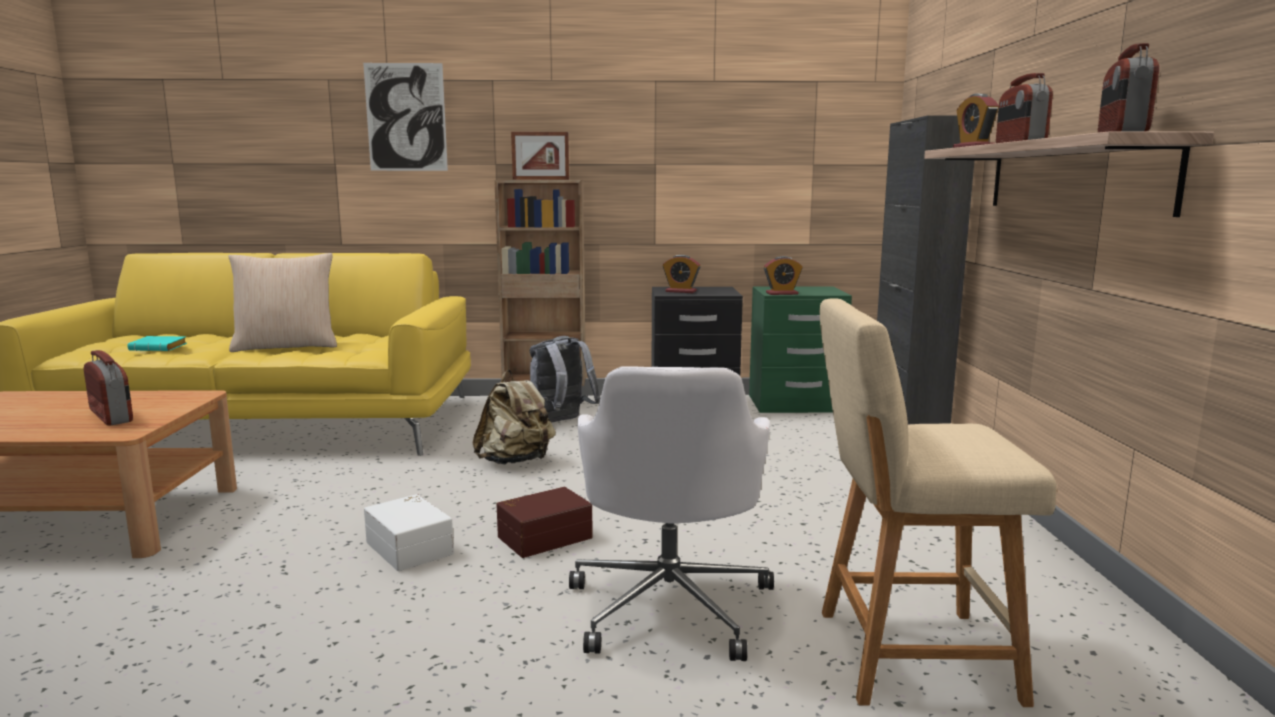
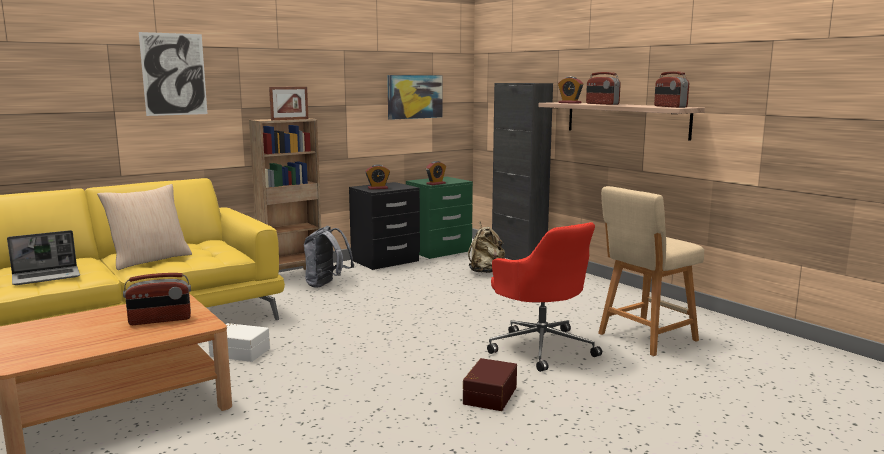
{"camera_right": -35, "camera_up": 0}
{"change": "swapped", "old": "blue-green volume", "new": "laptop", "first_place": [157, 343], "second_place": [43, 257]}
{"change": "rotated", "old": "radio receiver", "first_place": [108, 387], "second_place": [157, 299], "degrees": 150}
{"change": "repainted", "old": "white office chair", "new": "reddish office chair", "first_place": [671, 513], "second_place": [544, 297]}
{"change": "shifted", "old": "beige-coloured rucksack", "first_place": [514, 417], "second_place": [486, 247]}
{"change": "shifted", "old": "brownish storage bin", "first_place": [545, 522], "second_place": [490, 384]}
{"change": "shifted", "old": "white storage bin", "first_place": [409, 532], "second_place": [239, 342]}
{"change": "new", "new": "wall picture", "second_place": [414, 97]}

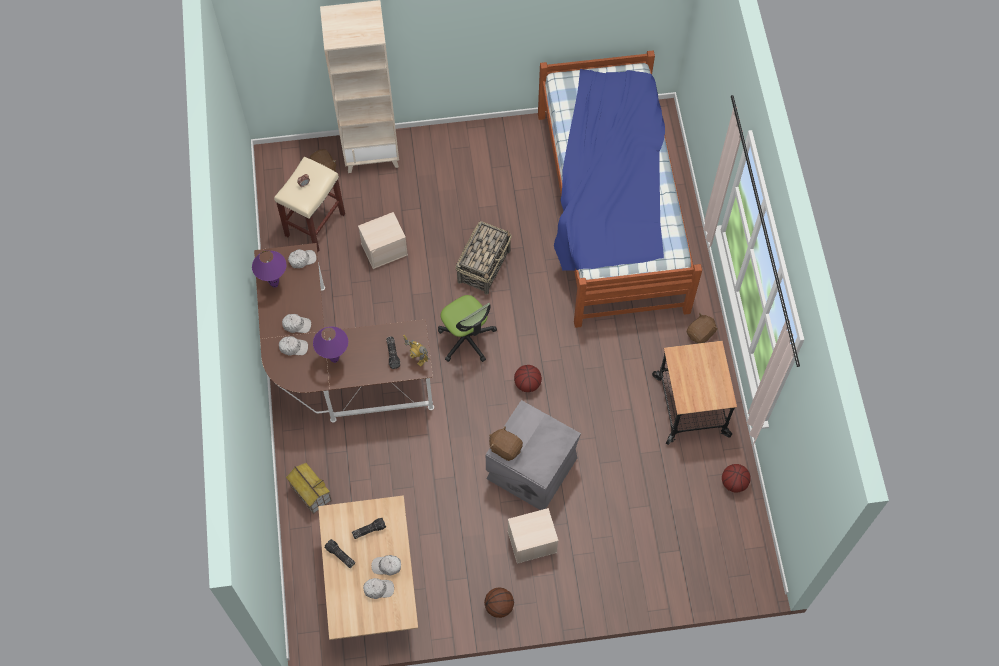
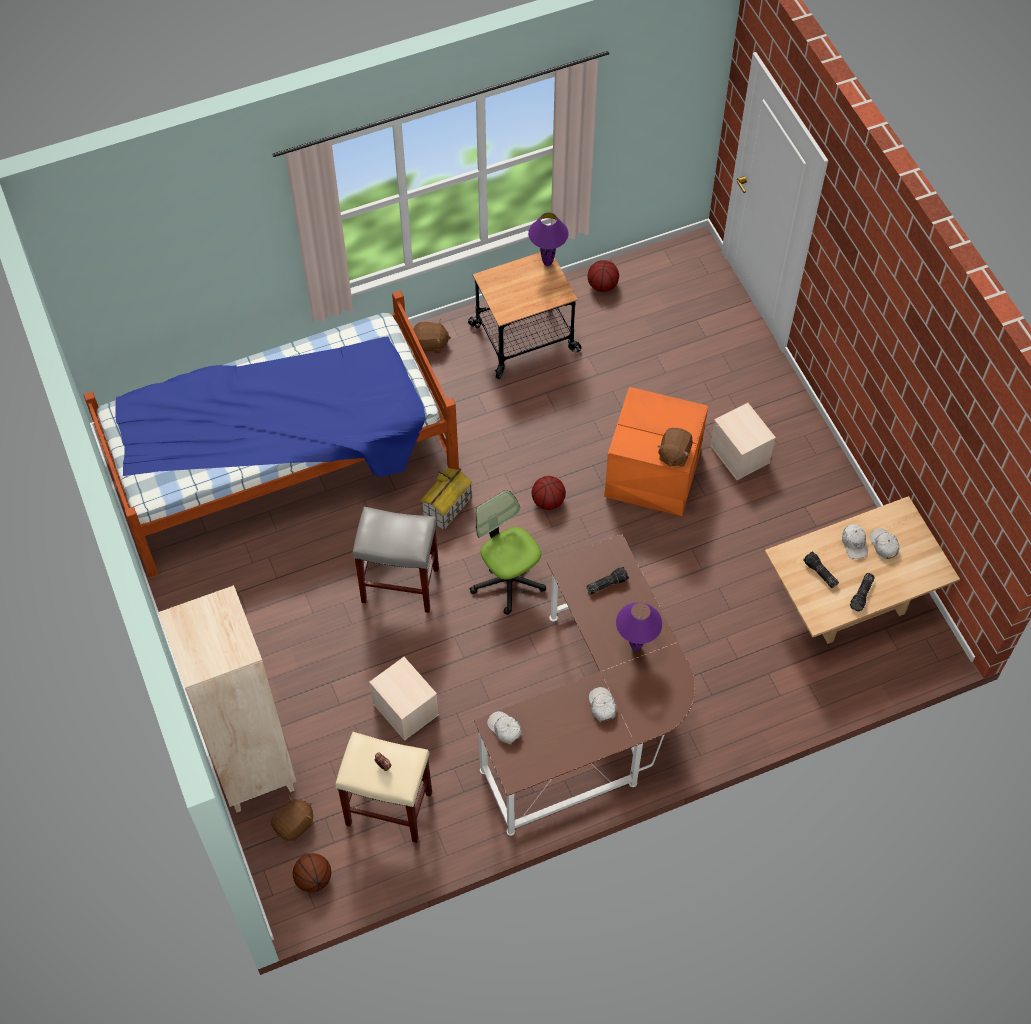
{"camera_right": -105, "camera_up": -5}
{"change": "swapped", "old": "basket", "new": "grey stool", "first_place": [484, 258], "second_place": [395, 560]}
{"change": "shifted", "old": "purple-coloured tabletop lamp", "first_place": [269, 269], "second_place": [548, 239]}
{"change": "rotated", "old": "office chair", "first_place": [467, 328], "second_place": [508, 552], "degrees": -75}
{"change": "rotated", "old": "brownish soft toy", "first_place": [702, 328], "second_place": [432, 336], "degrees": 150}
{"change": "gone", "old": "robot figure", "first_place": [416, 351]}
{"change": "gone", "old": "white peaked cap", "first_place": [293, 346]}
{"change": "repainted", "old": "grey storage bin", "new": "orangey storage bin", "first_place": [533, 455], "second_place": [656, 451]}
{"change": "shifted", "old": "toy house", "first_place": [309, 488], "second_place": [446, 499]}
{"change": "shifted", "old": "basketball ball", "first_place": [499, 603], "second_place": [312, 873]}

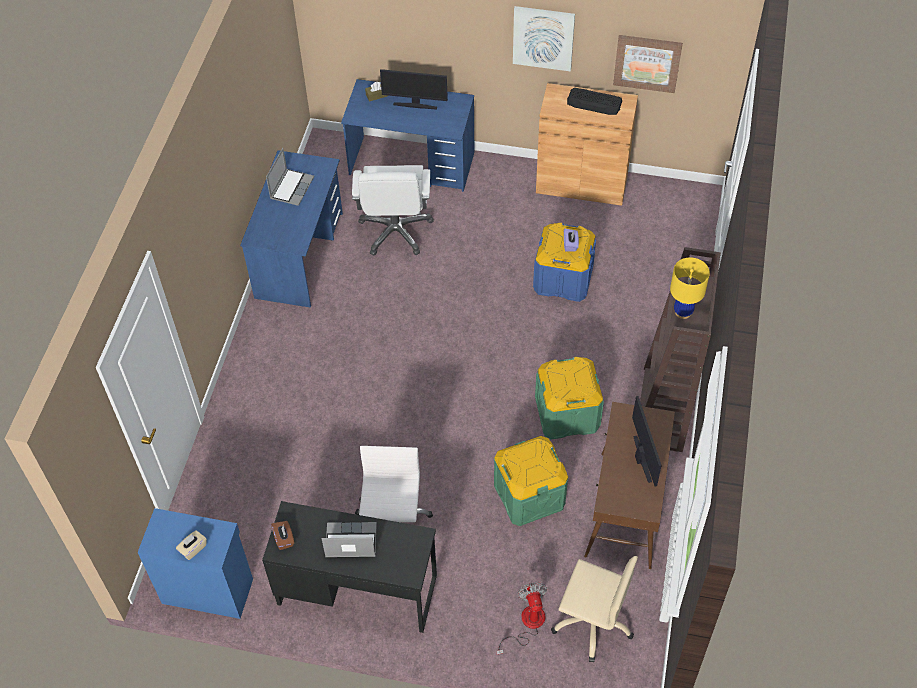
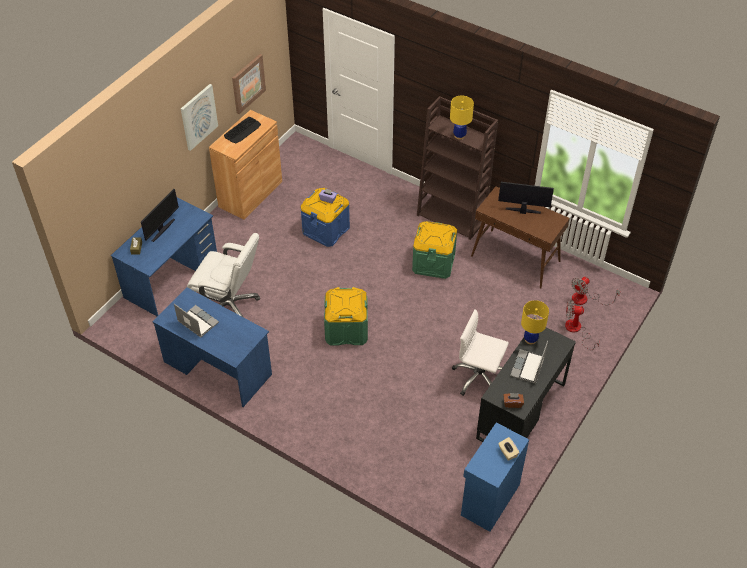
{"camera_right": -70, "camera_up": -5}
{"change": "shifted", "old": "greenish storage bin", "first_place": [531, 481], "second_place": [346, 316]}
{"change": "swapped", "old": "beige-coloured office chair", "new": "electric fan", "first_place": [594, 609], "second_place": [595, 291]}
{"change": "new", "new": "yellowish tabletop lamp", "second_place": [535, 322]}

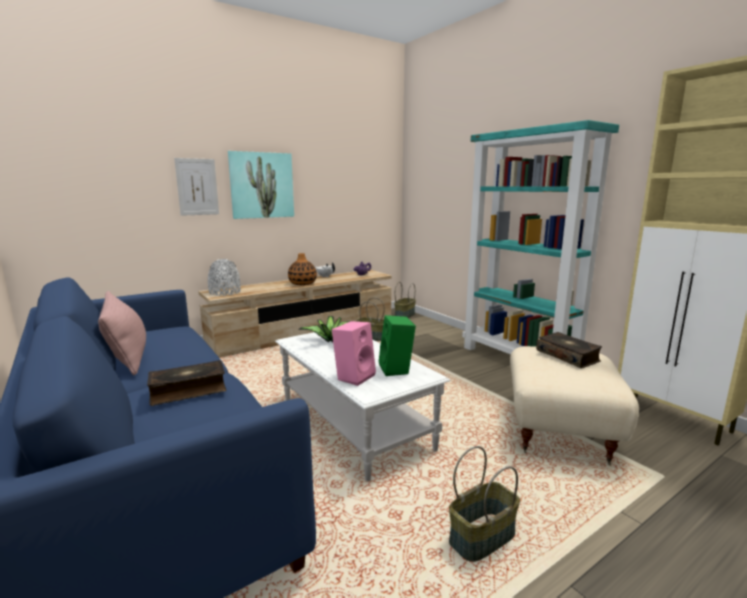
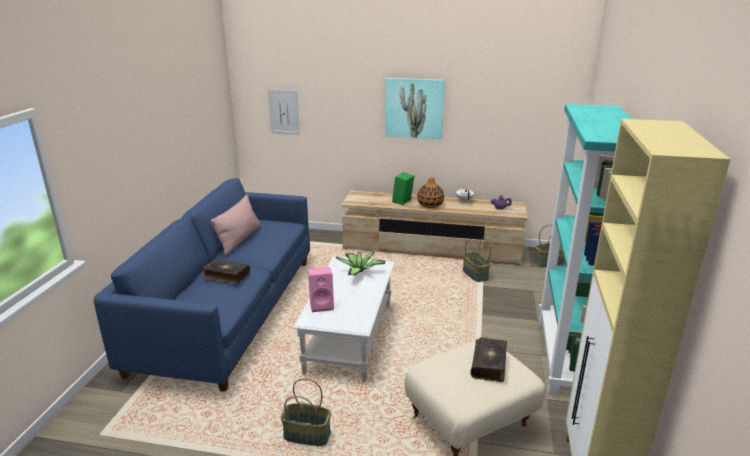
{"camera_right": 45, "camera_up": 10}
{"change": "shifted", "old": "wall picture", "first_place": [196, 187], "second_place": [284, 112]}
{"change": "gone", "old": "grey flower vase", "first_place": [224, 277]}
{"change": "shifted", "old": "greenish speaker", "first_place": [397, 345], "second_place": [403, 188]}

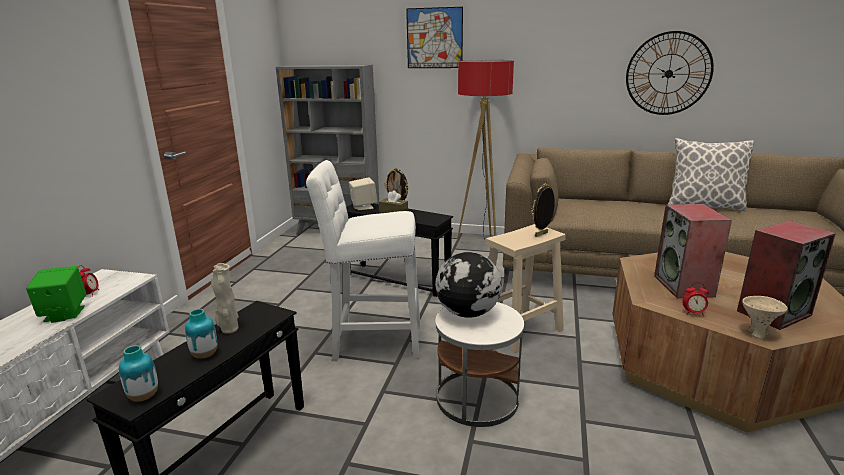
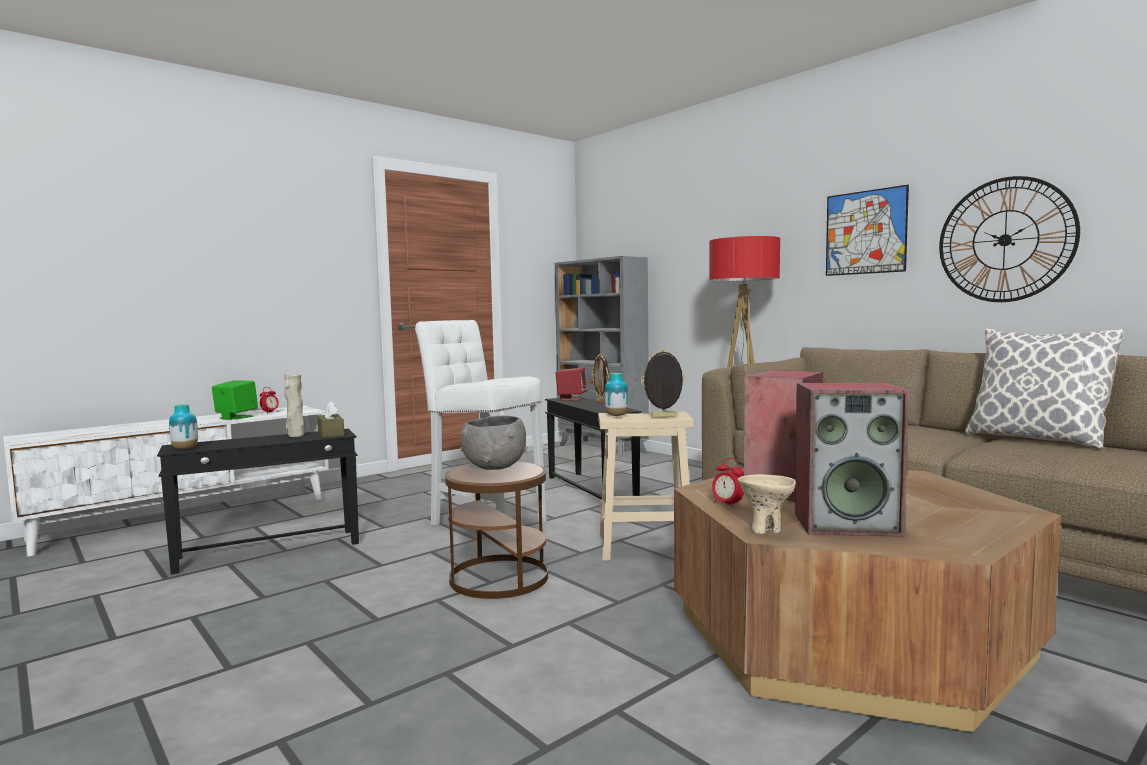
{"camera_right": 35, "camera_up": -15}
{"change": "shifted", "old": "wall picture", "first_place": [434, 37], "second_place": [867, 230]}
{"change": "repainted", "old": "beige-coloured speaker", "new": "reddish speaker", "first_place": [363, 194], "second_place": [572, 384]}
{"change": "shifted", "old": "brownish tissue box", "first_place": [393, 201], "second_place": [330, 419]}
{"change": "swapped", "old": "world globe", "new": "grey bowl", "first_place": [468, 285], "second_place": [494, 443]}
{"change": "repainted", "old": "white side table", "new": "brownish side table", "first_place": [479, 364], "second_place": [496, 530]}
{"change": "shifted", "old": "flower vase", "first_place": [201, 334], "second_place": [616, 394]}

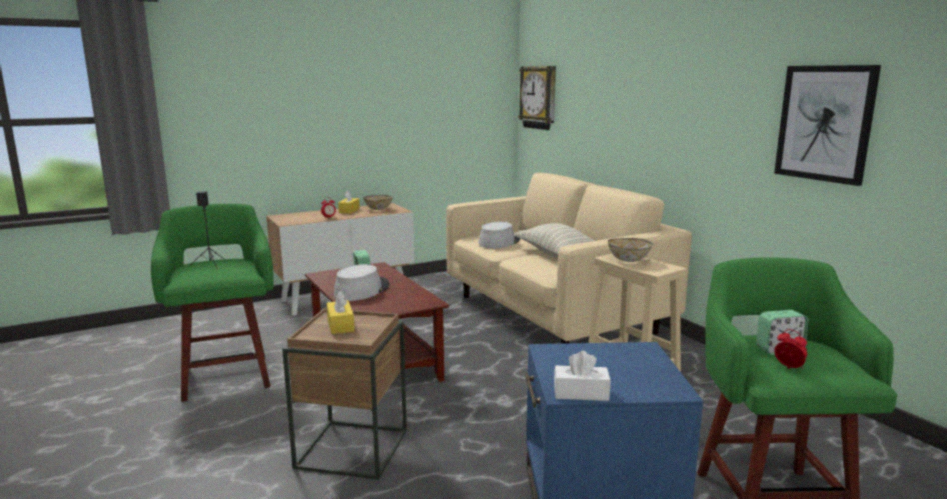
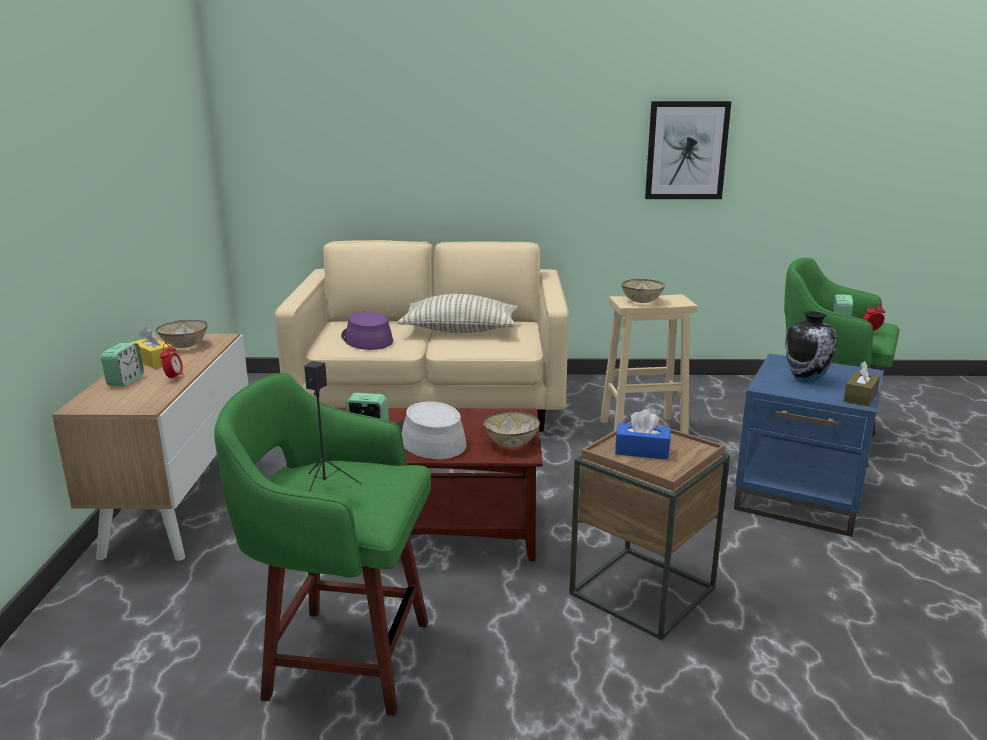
{"camera_right": -60, "camera_up": 5}
{"change": "gone", "old": "clock on the wall", "first_place": [537, 98]}
{"change": "repainted", "old": "grey clothing hat", "new": "purple-coloured clothing hat", "first_place": [499, 235], "second_place": [367, 331]}
{"change": "repainted", "old": "yellowish tissue box", "new": "blue-coloured tissue box", "first_place": [340, 312], "second_place": [643, 434]}
{"change": "repainted", "old": "white tissue box", "new": "brownish tissue box", "first_place": [582, 376], "second_place": [861, 383]}
{"change": "new", "new": "flower vase", "second_place": [811, 347]}
{"change": "new", "new": "bedside clock", "second_place": [122, 364]}
{"change": "new", "new": "bowl", "second_place": [511, 429]}

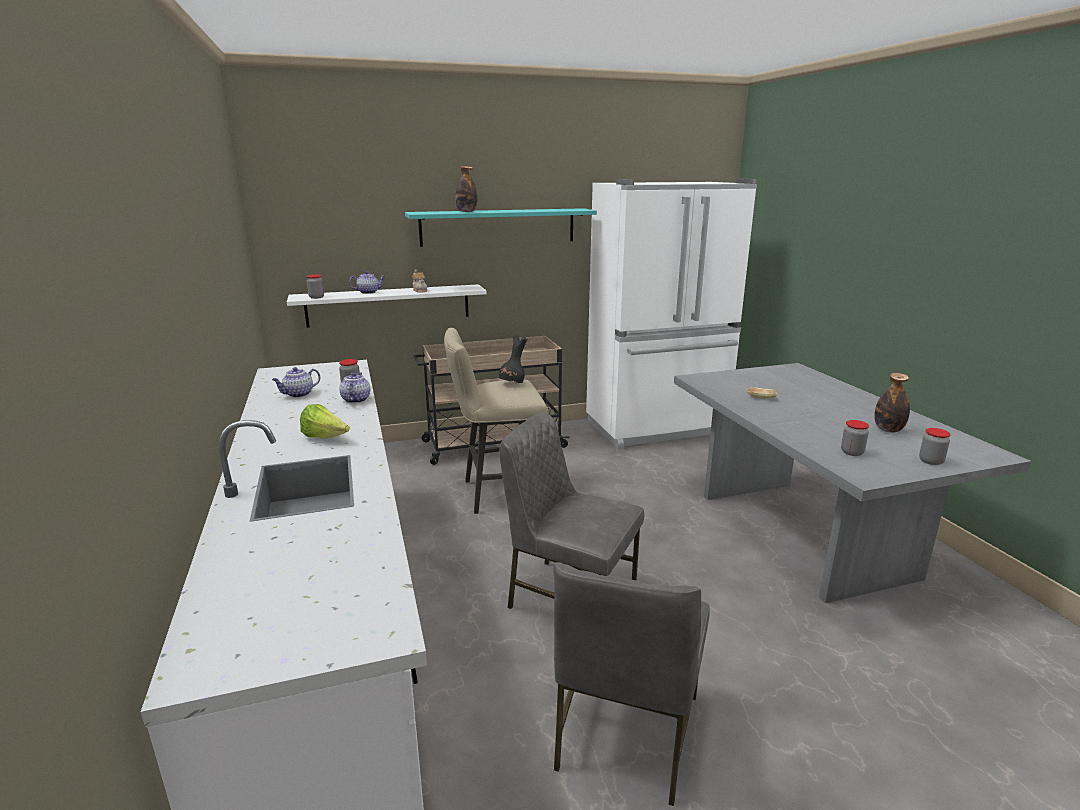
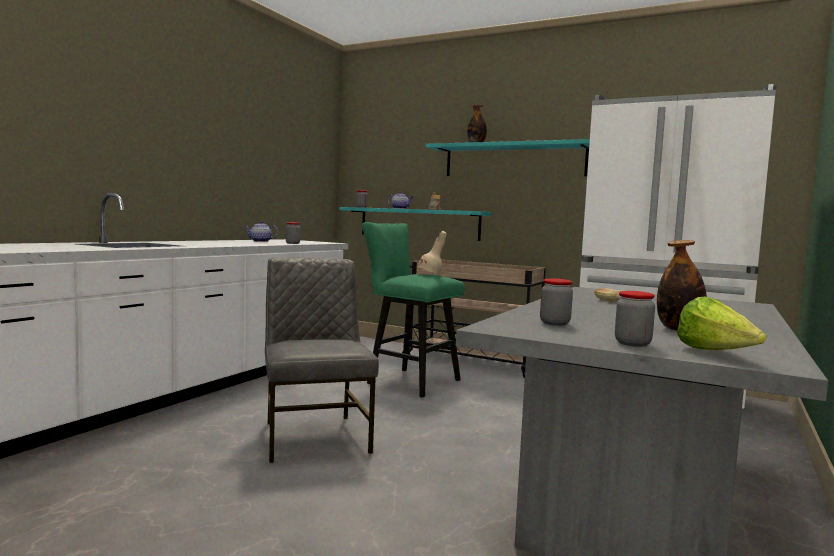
{"camera_right": 45, "camera_up": -15}
{"change": "repainted", "old": "white shelf", "new": "blue-green shelf", "first_place": [386, 306], "second_place": [415, 224]}
{"change": "repainted", "old": "beige-coloured stool", "new": "greenish stool", "first_place": [496, 421], "second_place": [413, 310]}
{"change": "repainted", "old": "black flower vase", "new": "beige-coloured flower vase", "first_place": [513, 359], "second_place": [432, 253]}
{"change": "gone", "old": "pot for tea", "first_place": [354, 387]}
{"change": "shifted", "old": "lettuce head", "first_place": [325, 421], "second_place": [721, 323]}
{"change": "gone", "old": "grey plain chair", "first_place": [631, 684]}

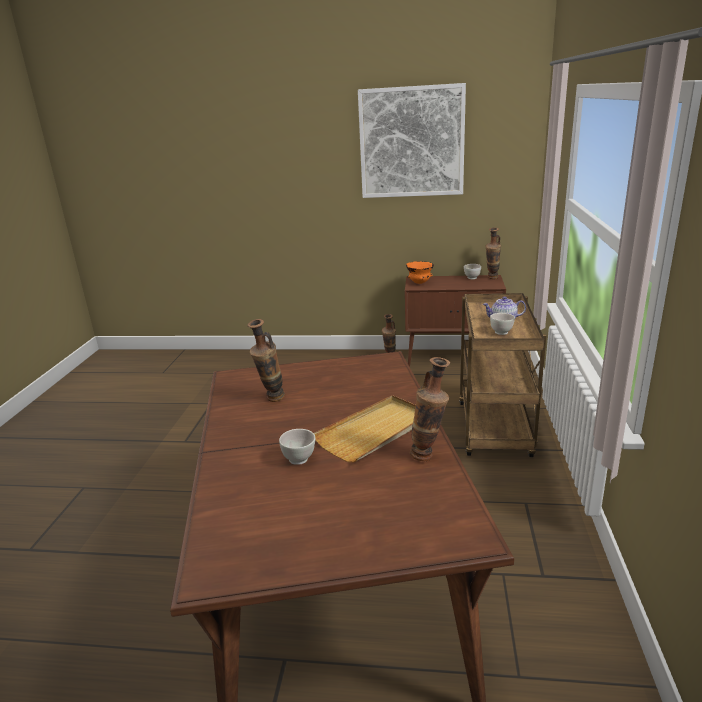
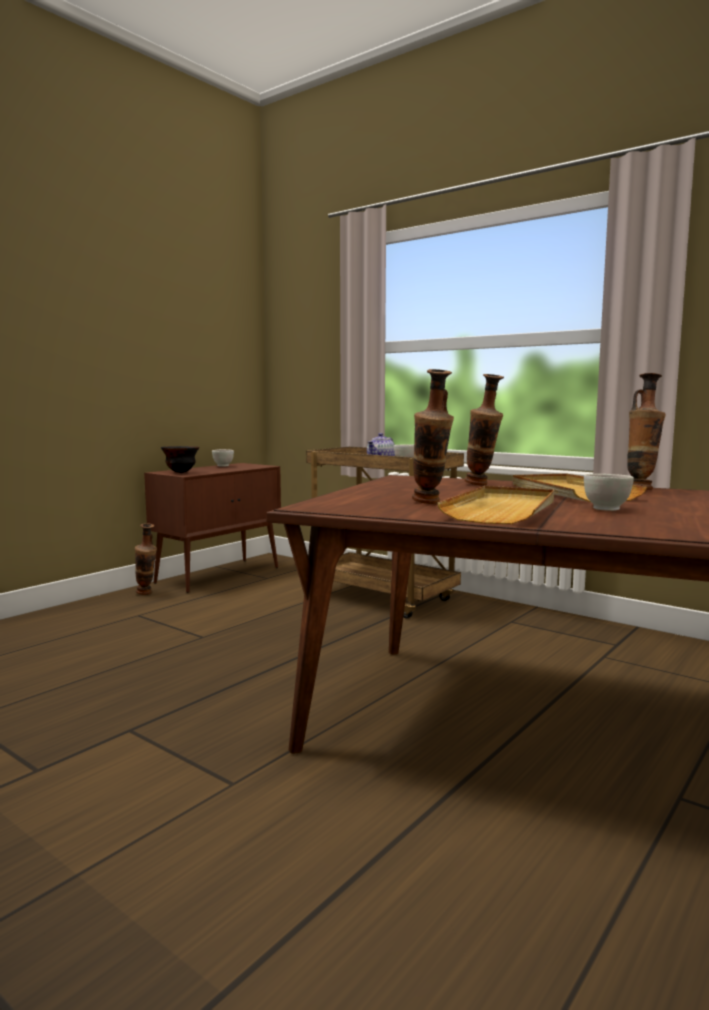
{"camera_right": -60, "camera_up": -15}
{"change": "gone", "old": "wall picture", "first_place": [412, 140]}
{"change": "shifted", "old": "flower vase", "first_place": [493, 253], "second_place": [484, 430]}
{"change": "repainted", "old": "orangey bowl", "new": "black bowl", "first_place": [420, 272], "second_place": [180, 459]}
{"change": "new", "new": "beige-coloured carrying tray", "second_place": [495, 505]}

